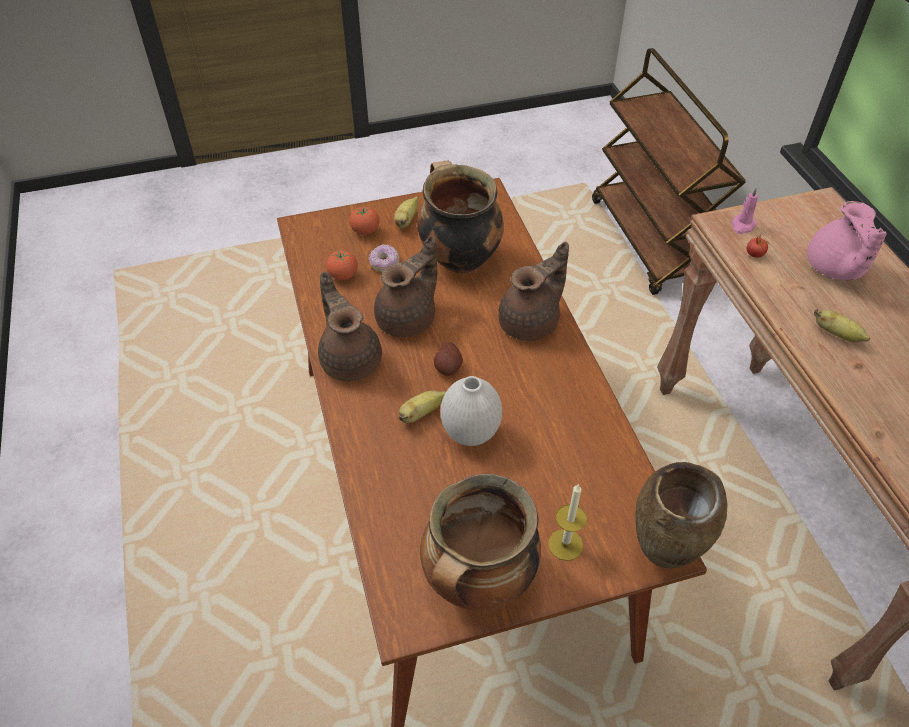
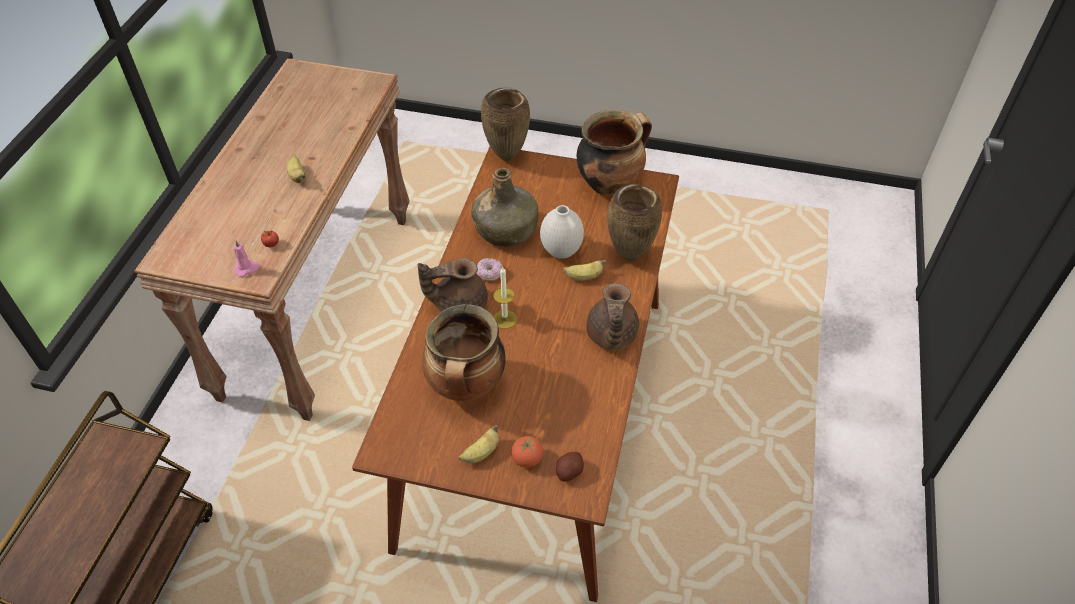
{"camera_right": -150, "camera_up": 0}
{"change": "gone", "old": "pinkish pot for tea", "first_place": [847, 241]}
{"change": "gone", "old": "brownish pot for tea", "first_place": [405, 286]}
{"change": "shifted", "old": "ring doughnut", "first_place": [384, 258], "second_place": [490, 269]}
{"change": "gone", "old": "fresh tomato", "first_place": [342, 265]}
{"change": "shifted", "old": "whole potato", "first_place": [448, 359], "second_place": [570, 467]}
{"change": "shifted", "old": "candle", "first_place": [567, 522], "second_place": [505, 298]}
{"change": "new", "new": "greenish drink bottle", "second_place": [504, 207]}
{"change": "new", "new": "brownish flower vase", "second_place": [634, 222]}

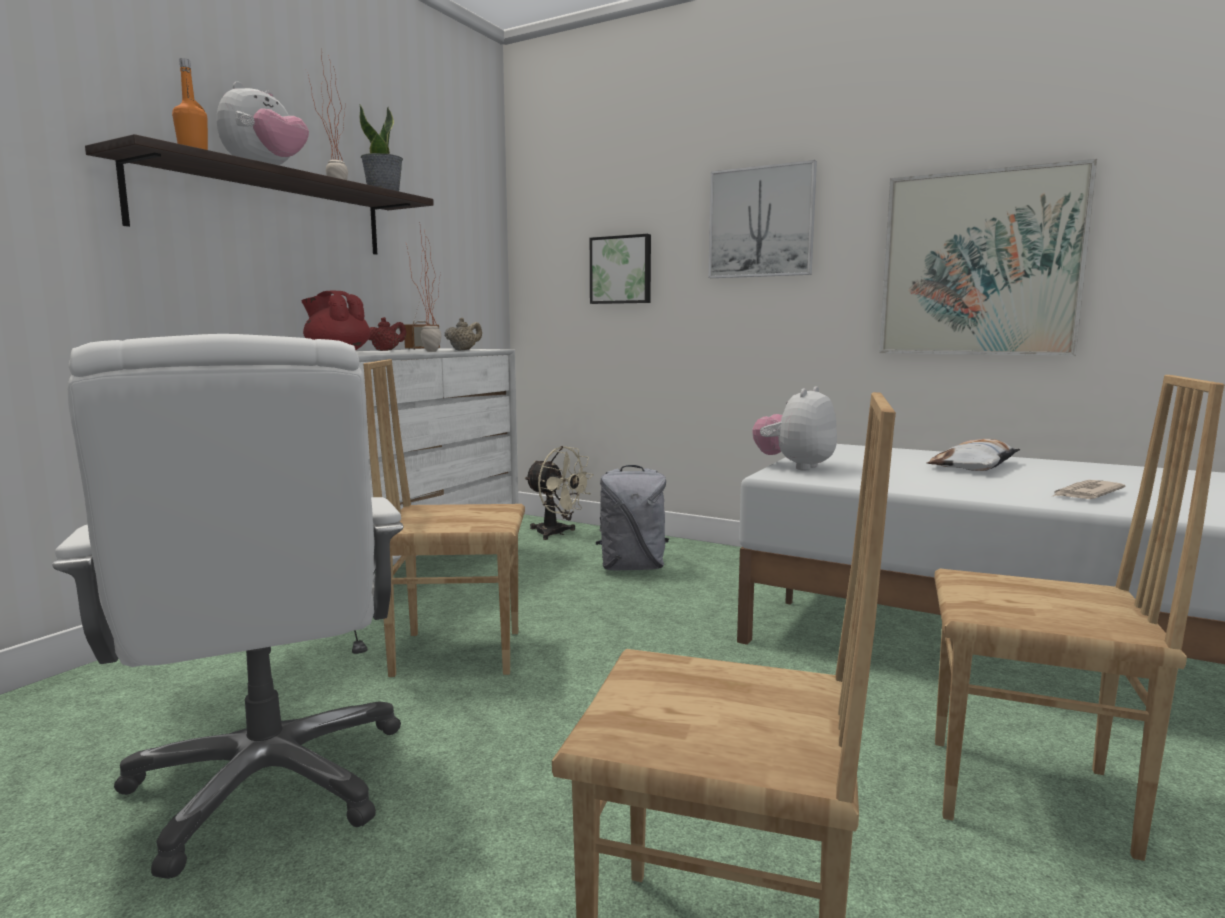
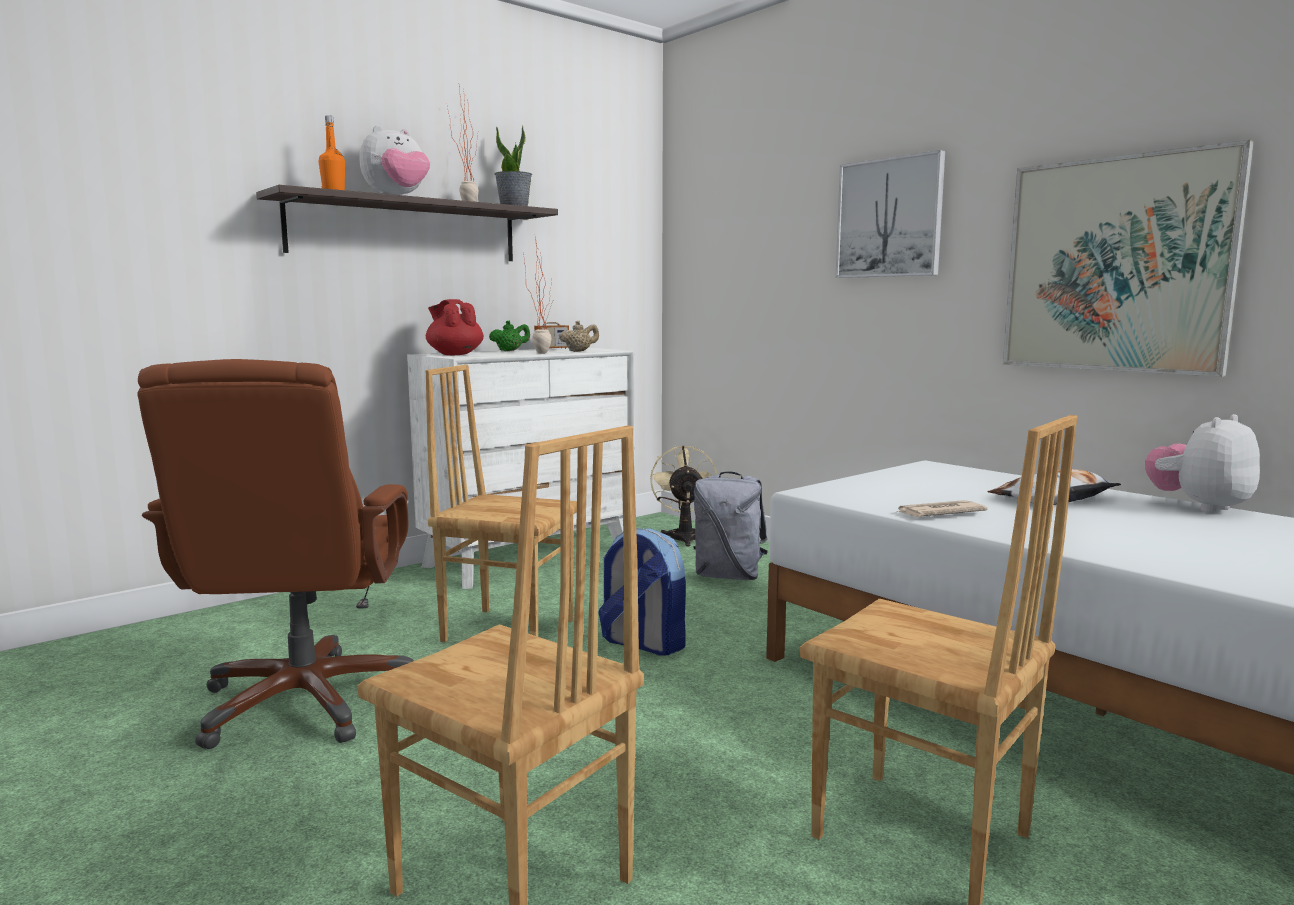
{"camera_right": 20, "camera_up": 0}
{"change": "gone", "old": "wall picture", "first_place": [620, 269]}
{"change": "repainted", "old": "reddish pot for tea", "new": "greenish pot for tea", "first_place": [387, 334], "second_place": [509, 335]}
{"change": "repainted", "old": "white office chair", "new": "brownish office chair", "first_place": [227, 606], "second_place": [275, 554]}
{"change": "shifted", "old": "soft toy", "first_place": [794, 428], "second_place": [1202, 463]}
{"change": "rotated", "old": "beige-coloured electric fan", "first_place": [559, 493], "second_place": [683, 495], "degrees": -150}
{"change": "shifted", "old": "newspaper", "first_place": [1089, 489], "second_place": [942, 508]}
{"change": "new", "new": "rucksack", "second_place": [642, 592]}

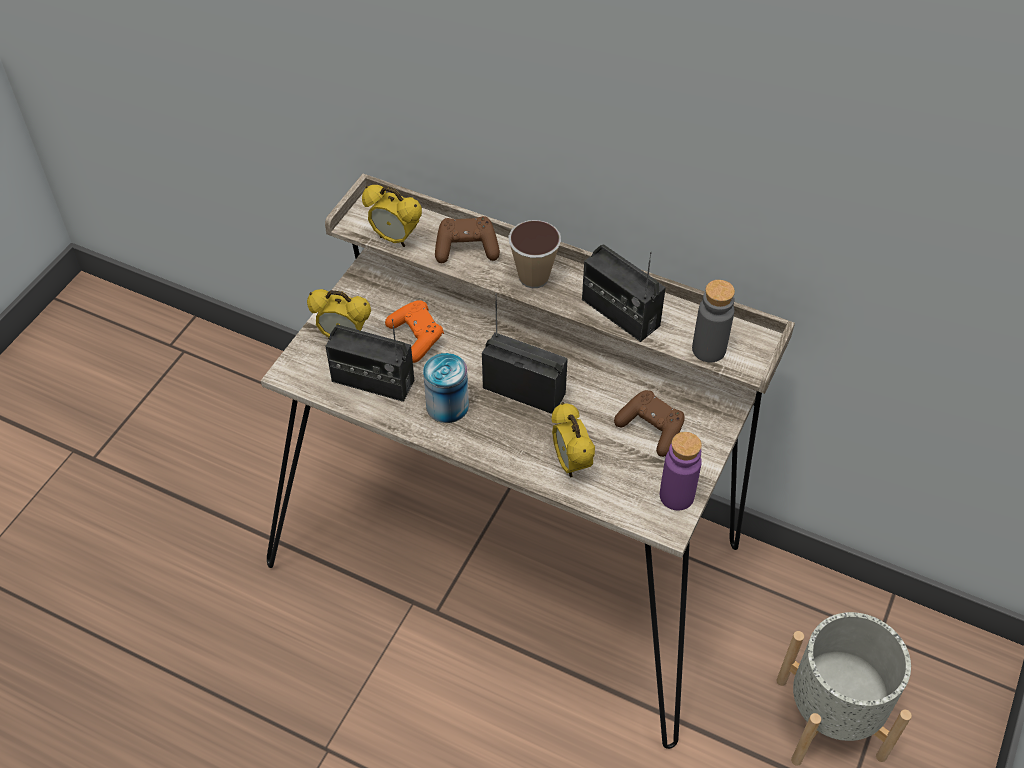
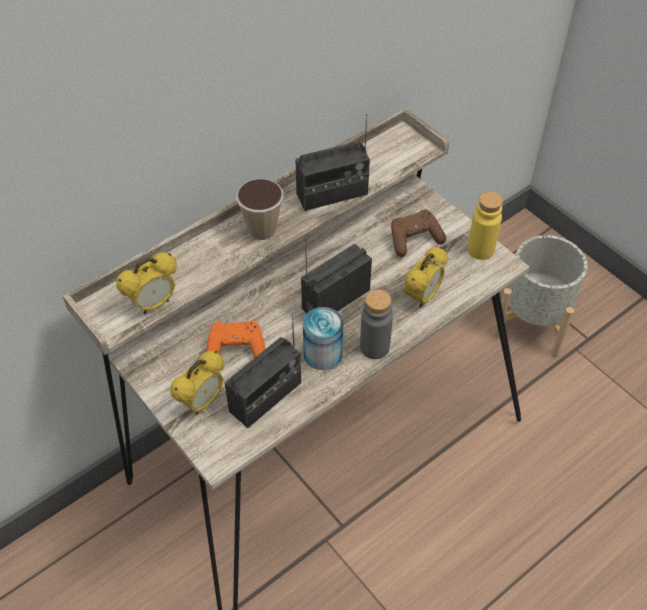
{"camera_right": -65, "camera_up": 0}
{"change": "gone", "old": "brownish game controller", "first_place": [467, 239]}
{"change": "shifted", "old": "grey drink bottle", "first_place": [713, 321], "second_place": [376, 324]}
{"change": "rotated", "old": "bedside clock", "first_place": [573, 439], "second_place": [426, 277], "degrees": -60}
{"change": "repainted", "old": "purple-coloured drink bottle", "new": "yellowish drink bottle", "first_place": [681, 471], "second_place": [485, 225]}

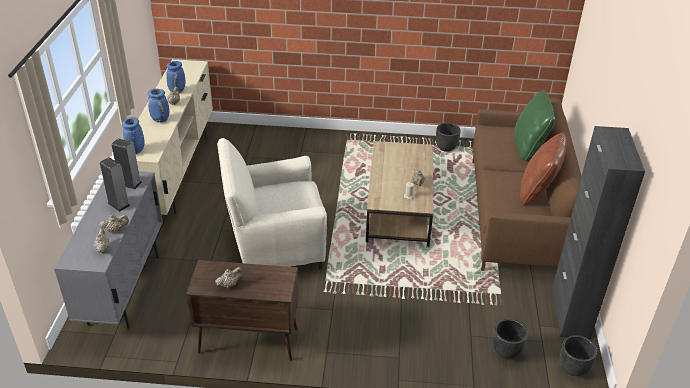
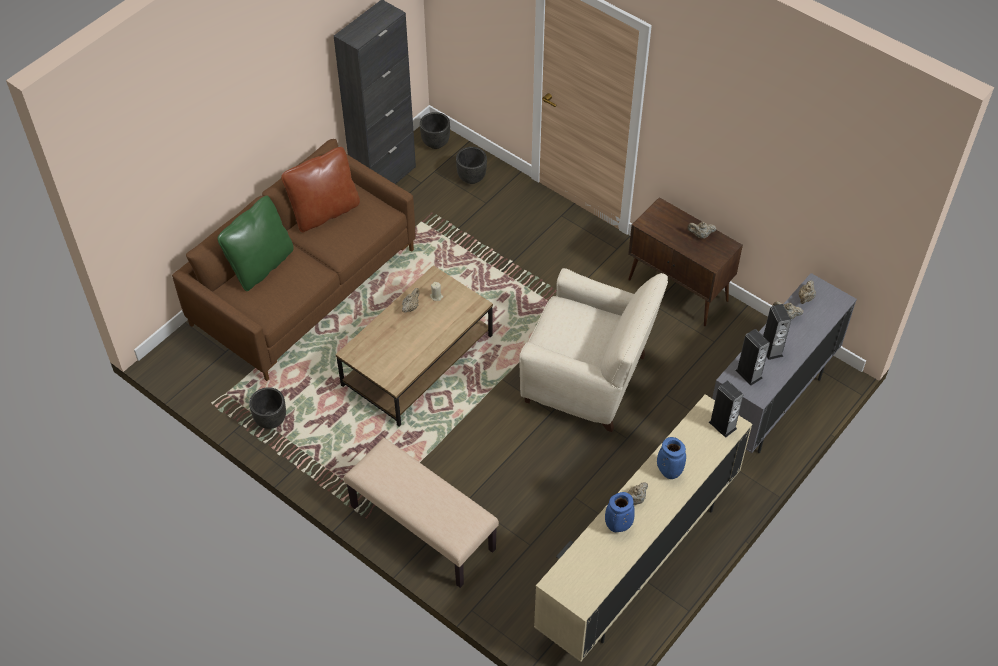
{"camera_right": -145, "camera_up": 15}
{"change": "swapped", "old": "blue-coloured flower vase", "new": "speaker", "first_place": [133, 135], "second_place": [726, 409]}
{"change": "new", "new": "beige-coloured indoor bench", "second_place": [421, 513]}

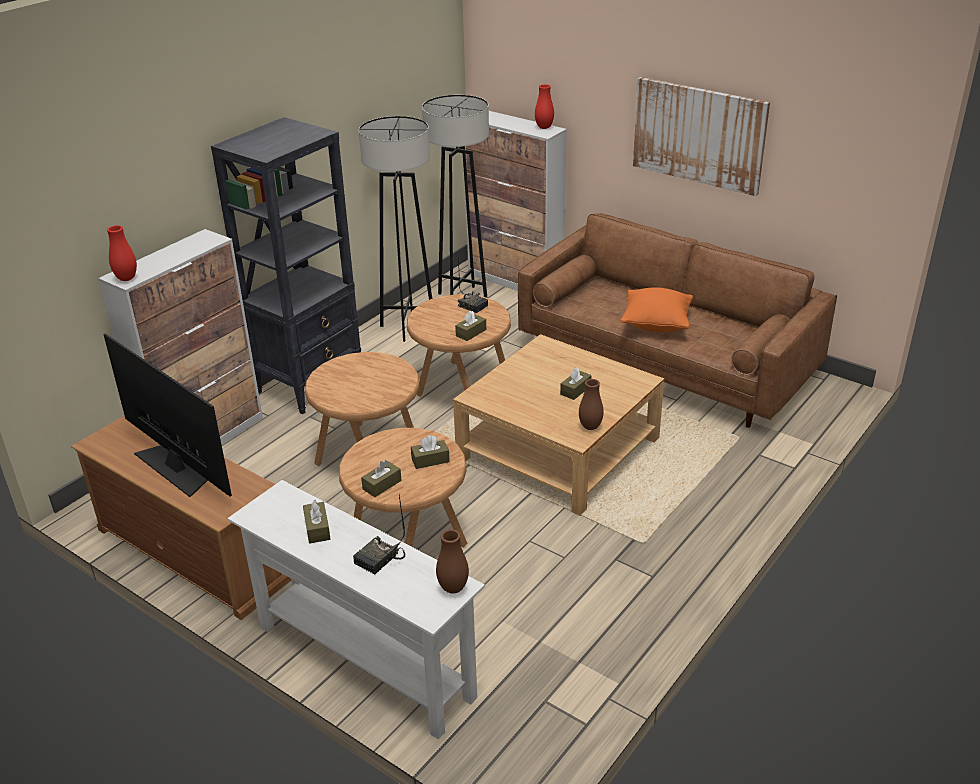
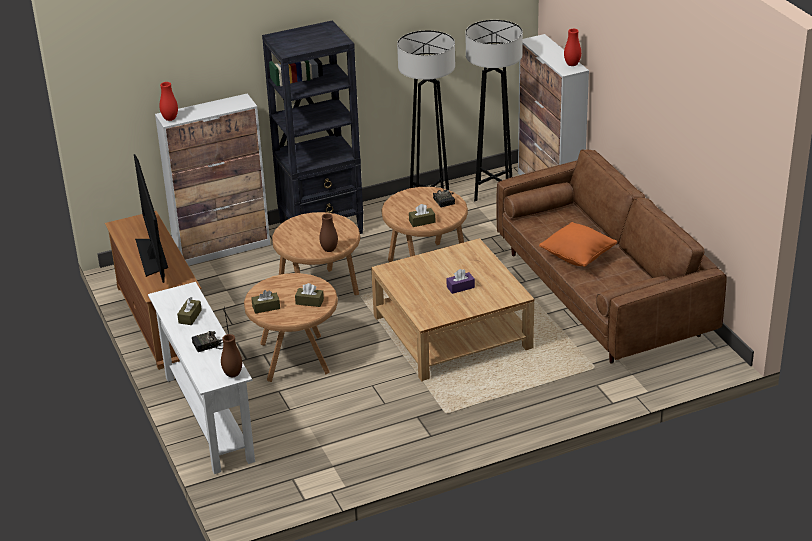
{"camera_right": 30, "camera_up": 0}
{"change": "gone", "old": "wall picture", "first_place": [701, 136]}
{"change": "repainted", "old": "brownish tissue box", "new": "purple-coloured tissue box", "first_place": [575, 383], "second_place": [461, 281]}
{"change": "shifted", "old": "brownish flower vase", "first_place": [591, 404], "second_place": [328, 232]}

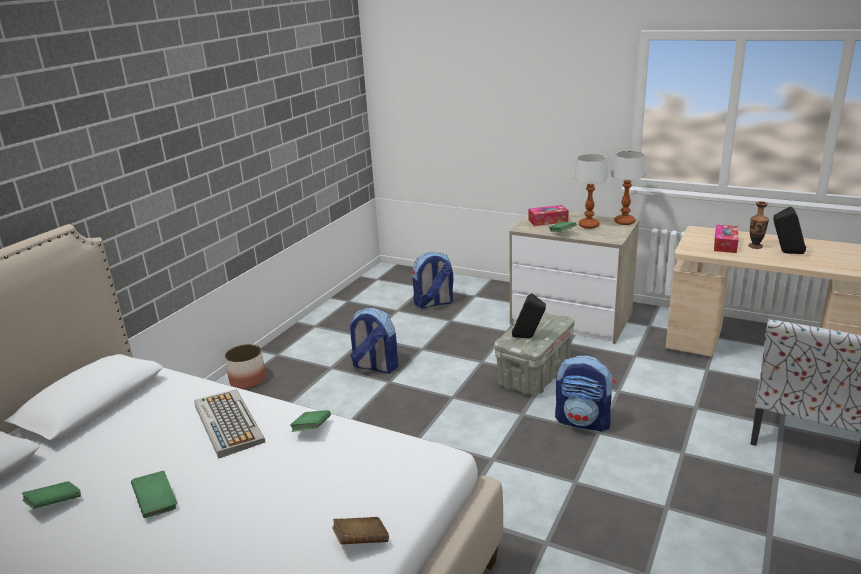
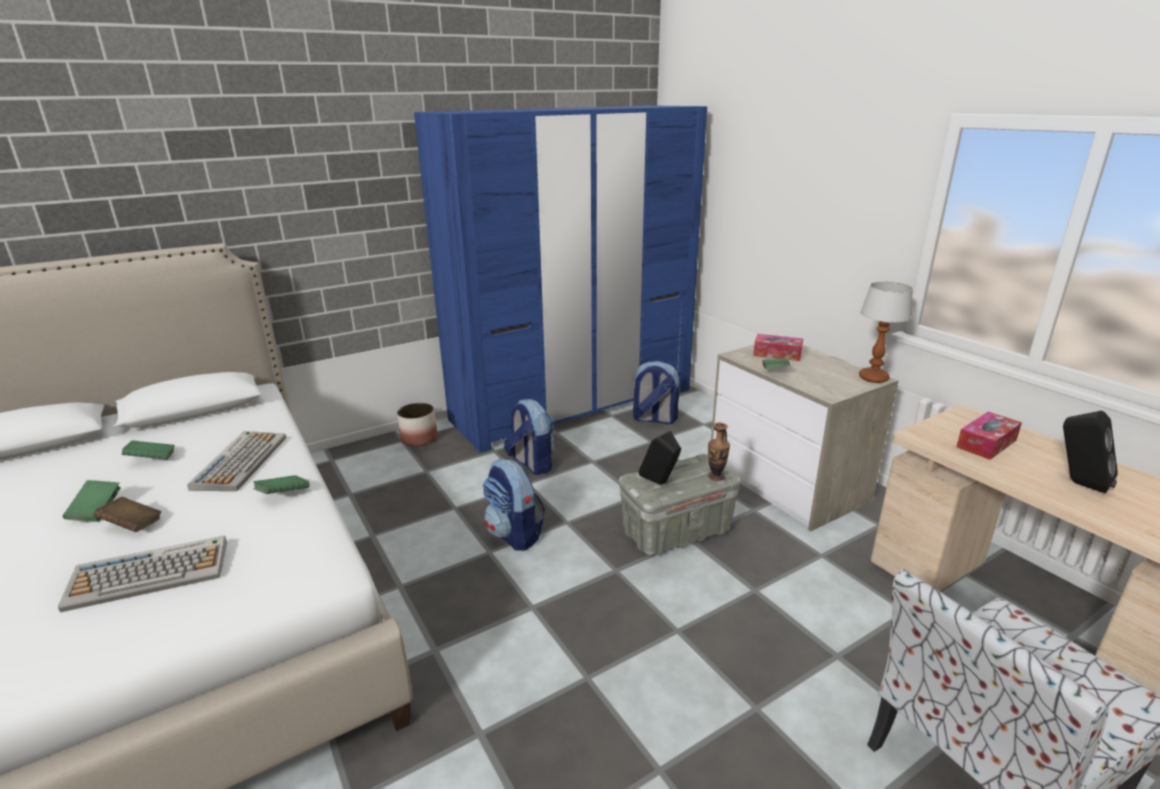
{"camera_right": 30, "camera_up": 0}
{"change": "gone", "old": "tabletop lamp", "first_place": [591, 191]}
{"change": "shifted", "old": "flower vase", "first_place": [759, 225], "second_place": [719, 452]}
{"change": "shifted", "old": "rucksack", "first_place": [585, 393], "second_place": [513, 505]}
{"change": "shifted", "old": "greenish volume", "first_place": [51, 495], "second_place": [148, 450]}
{"change": "shifted", "old": "brownish volume", "first_place": [360, 531], "second_place": [127, 514]}
{"change": "new", "new": "blue-coloured armoire", "second_place": [560, 279]}
{"change": "new", "new": "PC keyboard", "second_place": [142, 574]}

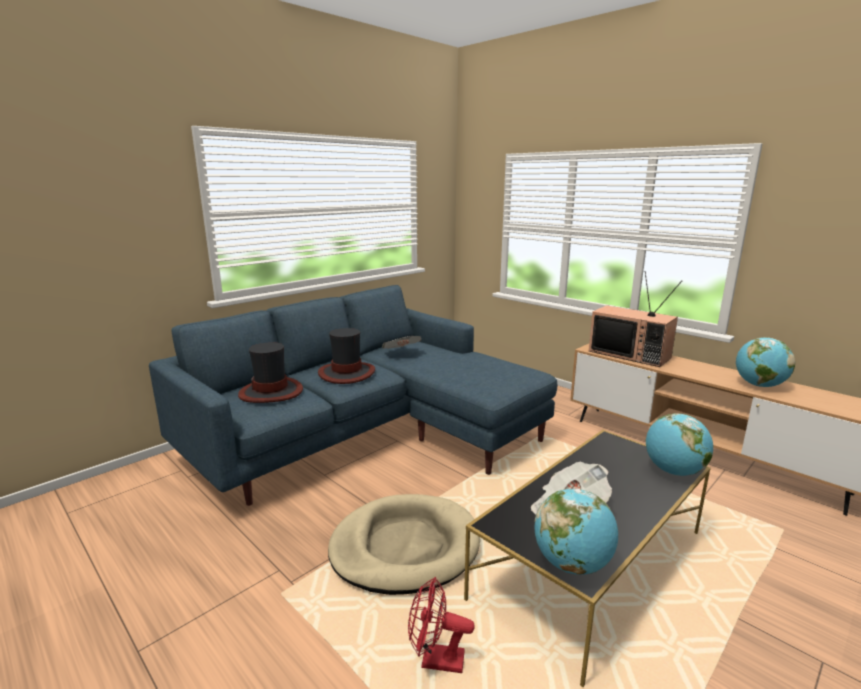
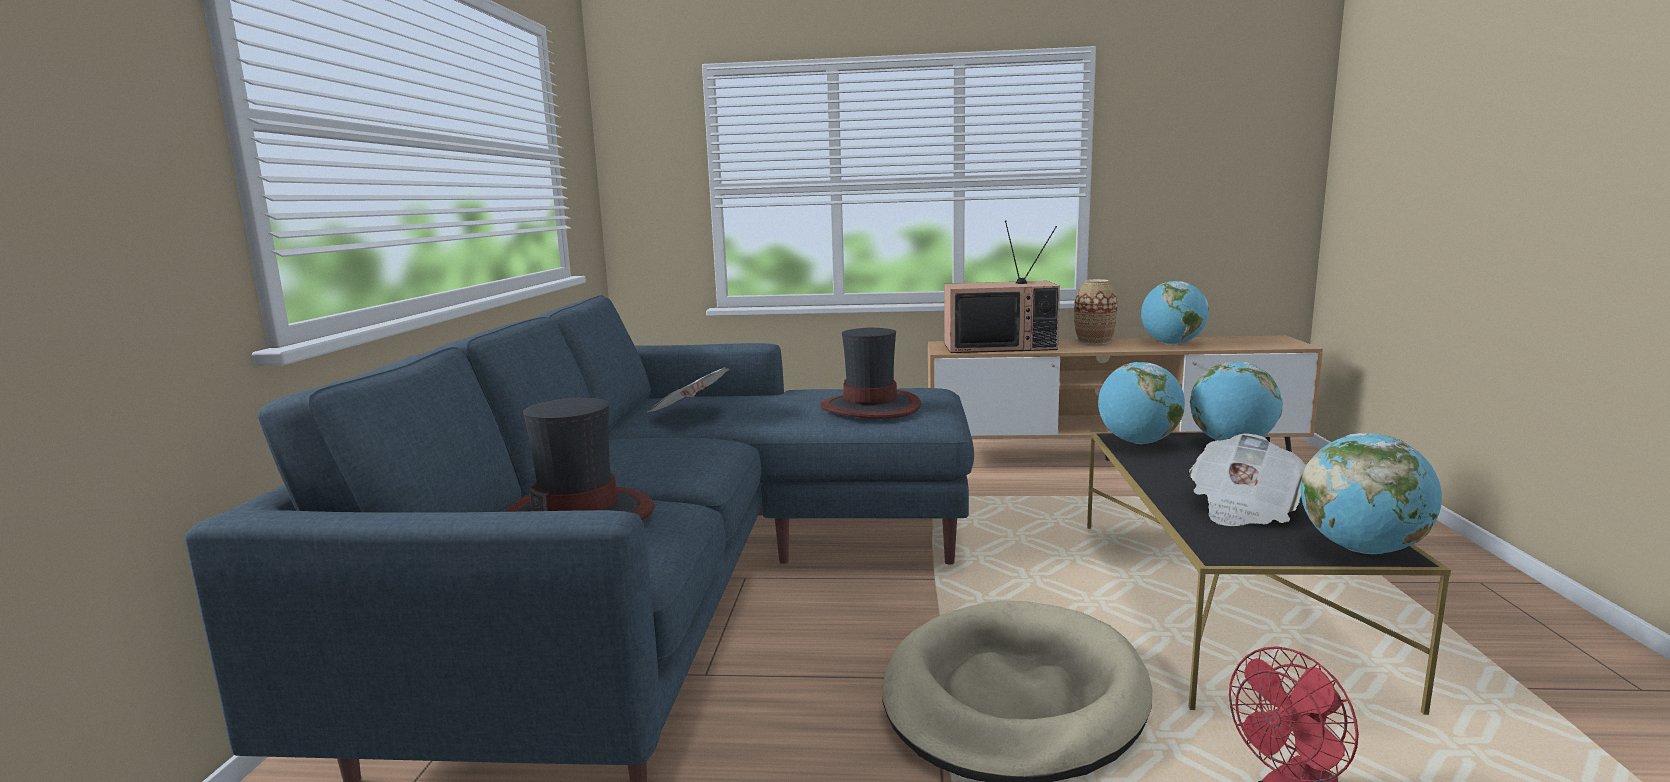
{"camera_right": -40, "camera_up": -5}
{"change": "shifted", "old": "clothing hat", "first_place": [346, 356], "second_place": [870, 373]}
{"change": "new", "new": "flower vase", "second_place": [1095, 311]}
{"change": "new", "new": "world globe", "second_place": [1141, 403]}

